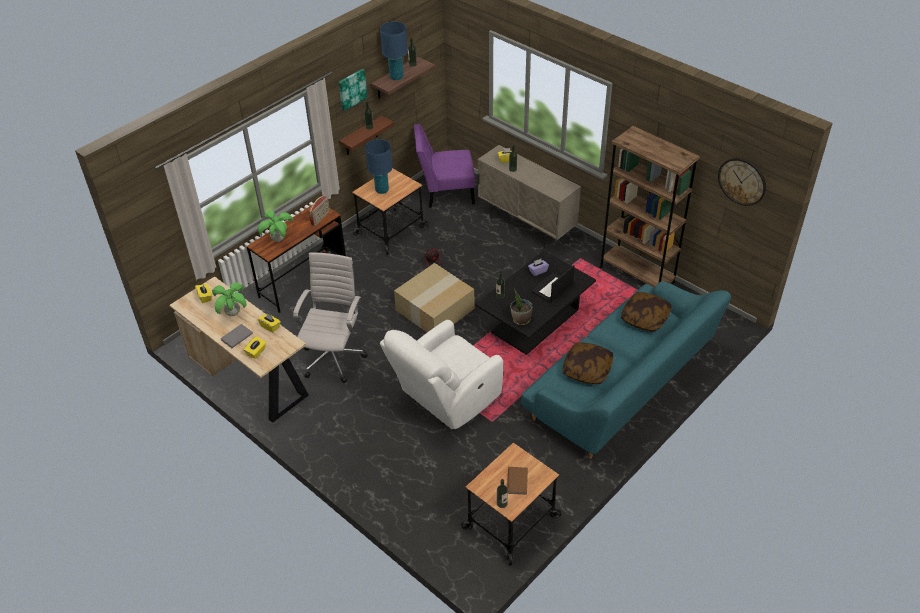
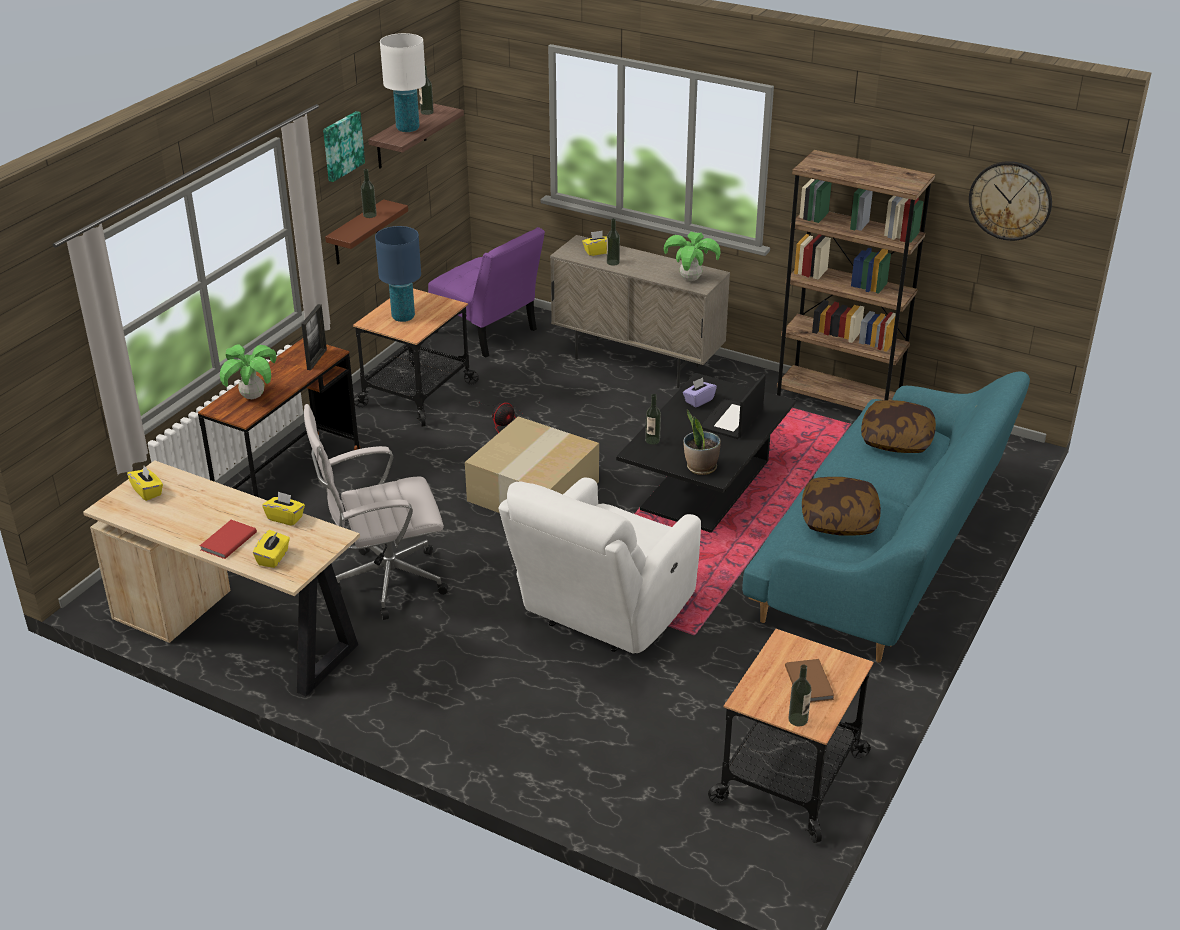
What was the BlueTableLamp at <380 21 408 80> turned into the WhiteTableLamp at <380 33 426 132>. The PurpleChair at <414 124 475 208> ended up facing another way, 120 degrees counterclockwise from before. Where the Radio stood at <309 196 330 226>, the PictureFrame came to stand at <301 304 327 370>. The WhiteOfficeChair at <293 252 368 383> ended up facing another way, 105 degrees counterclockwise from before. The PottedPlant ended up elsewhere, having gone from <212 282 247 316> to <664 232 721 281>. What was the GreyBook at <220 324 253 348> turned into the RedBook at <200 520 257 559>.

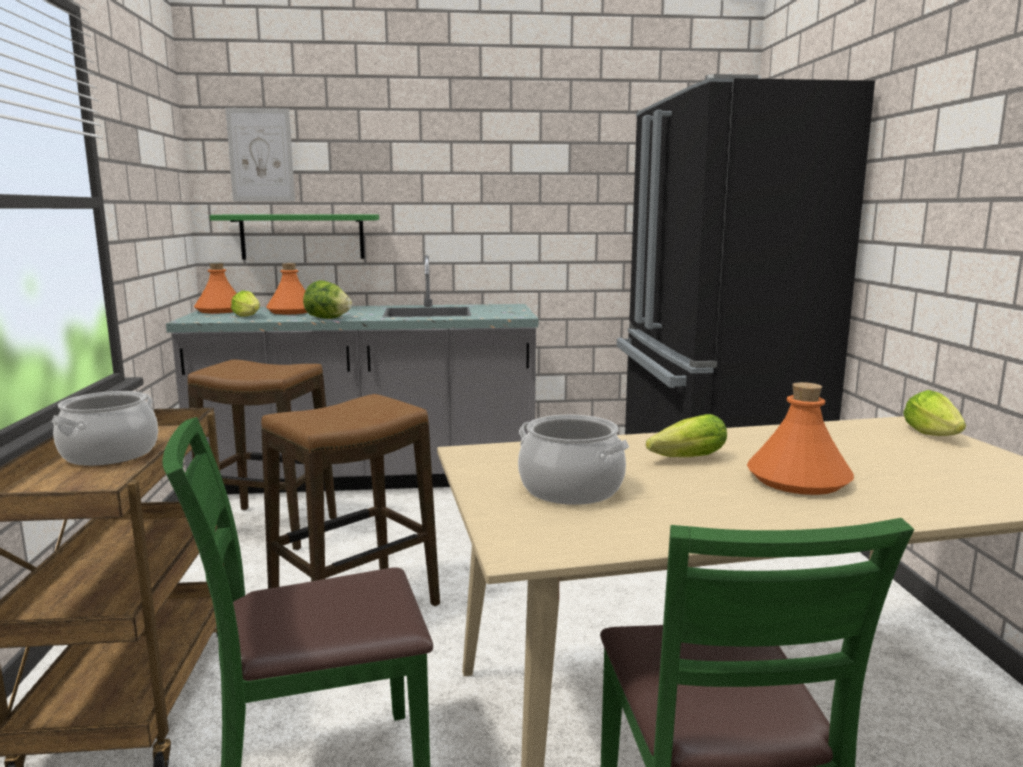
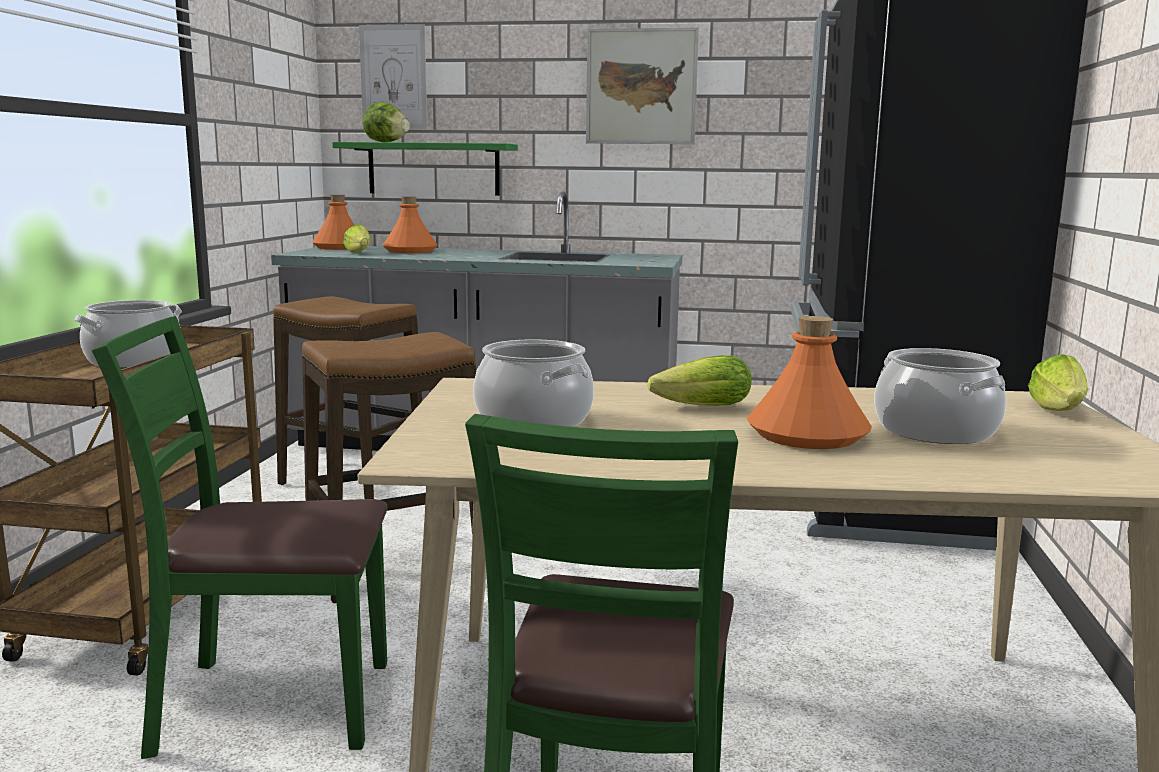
The Lettuce ended up elsewhere, having gone from <303 280 352 319> to <363 102 410 142>. The second view gained the Picture at <586 28 699 144>. The second view gained the CookingPot at <874 348 1006 444>.

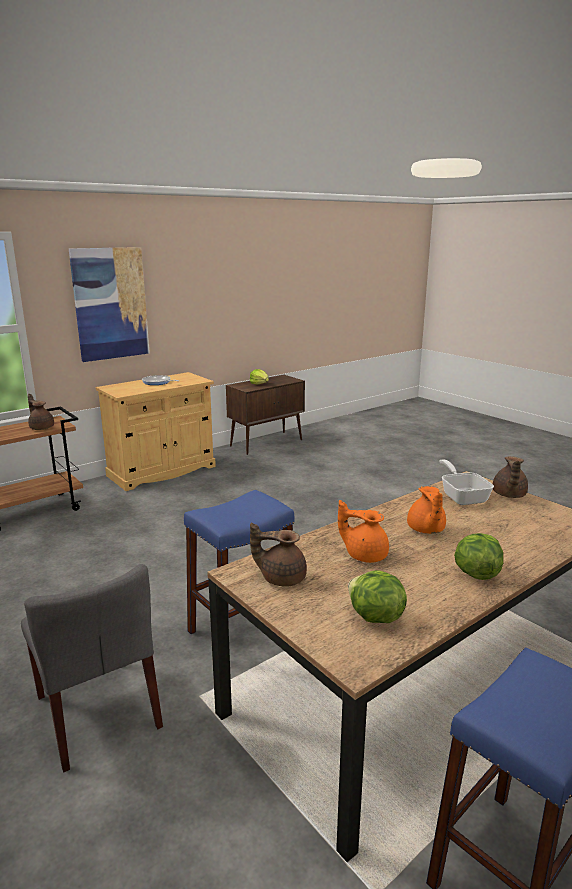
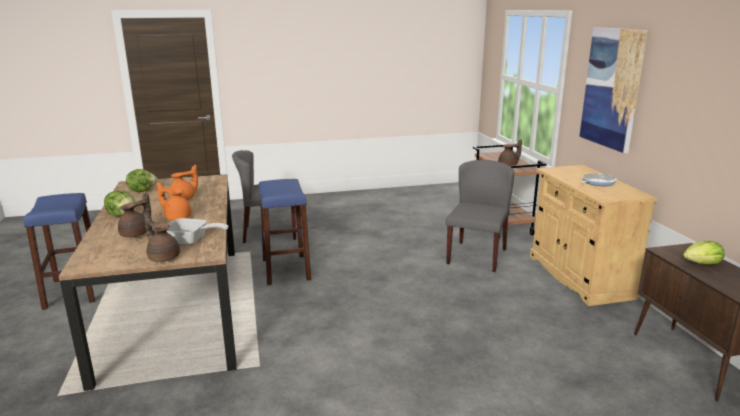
The BrownTeapot ended up elsewhere, having gone from <250 523 307 587> to <118 192 151 237>. The second view gained the GreyChair at <445 160 514 272>.

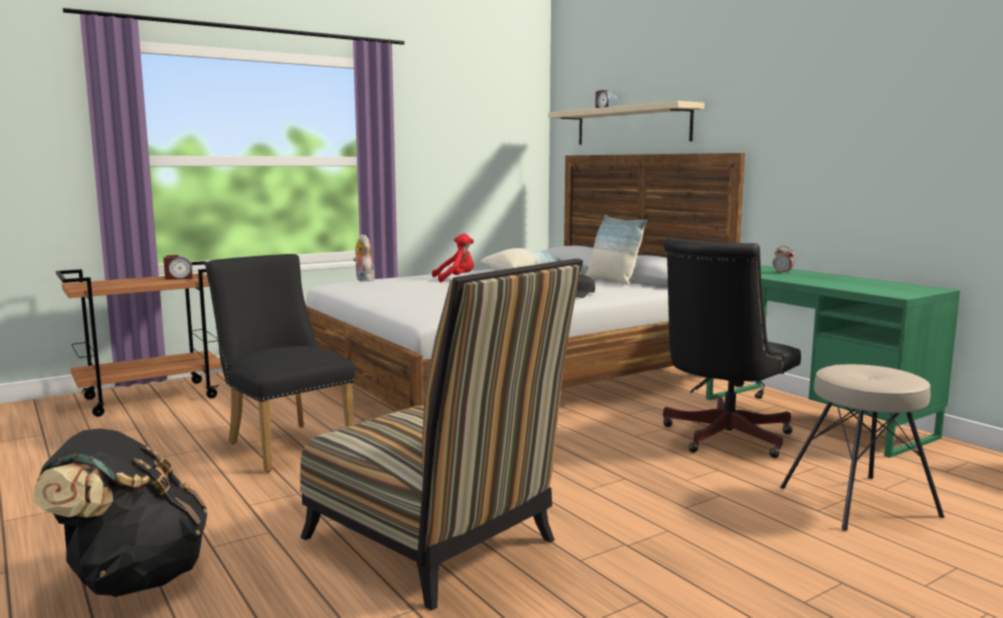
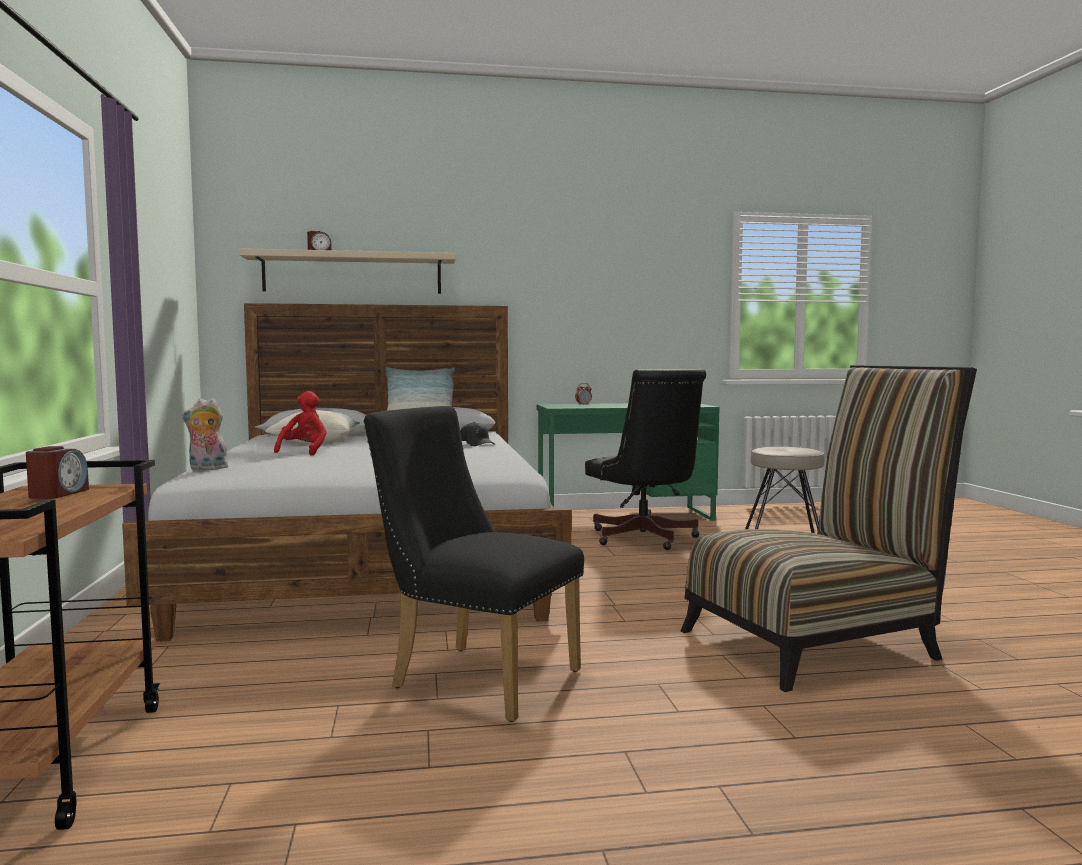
The BlackChair at <205 254 355 472> ended up facing another way, 45 degrees clockwise from before. The second view lost the BlackBackpack at <33 428 208 597>.

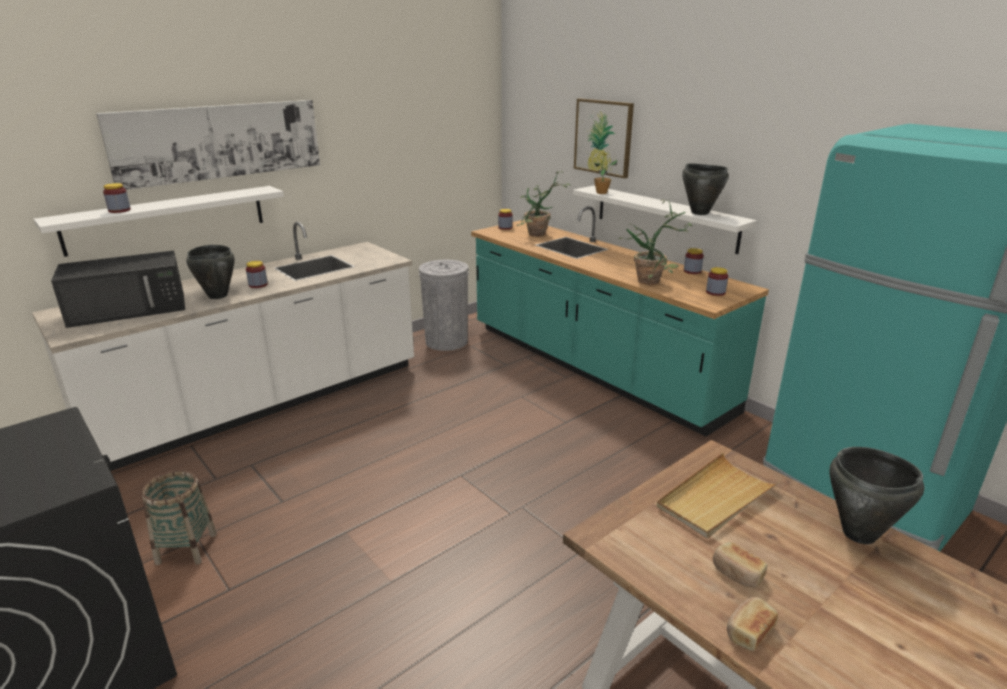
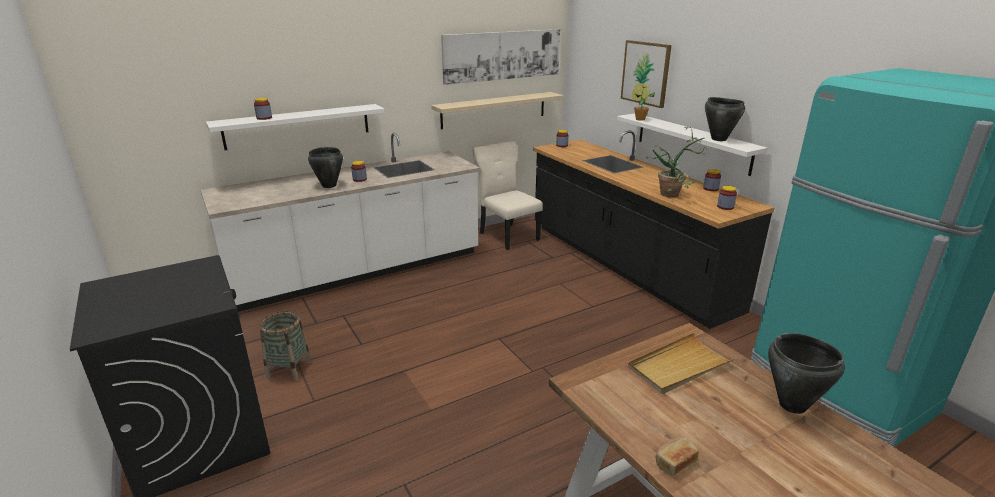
The Picture ended up elsewhere, having gone from <96 100 320 190> to <441 29 560 85>. The second view lost the PottedPlant at <517 171 570 237>. What was the TurquoiseCounter at <471 206 769 437> turned into the BlackCounter at <533 130 775 329>. The second view lost the BlackMicrowave at <51 251 185 328>. Where the GreyTrashCan stood at <419 260 469 351>, the BeigeChair came to stand at <472 141 543 250>. The second view lost the Bread at <713 542 767 588>. The second view gained the BeigeShelf at <431 92 564 129>.

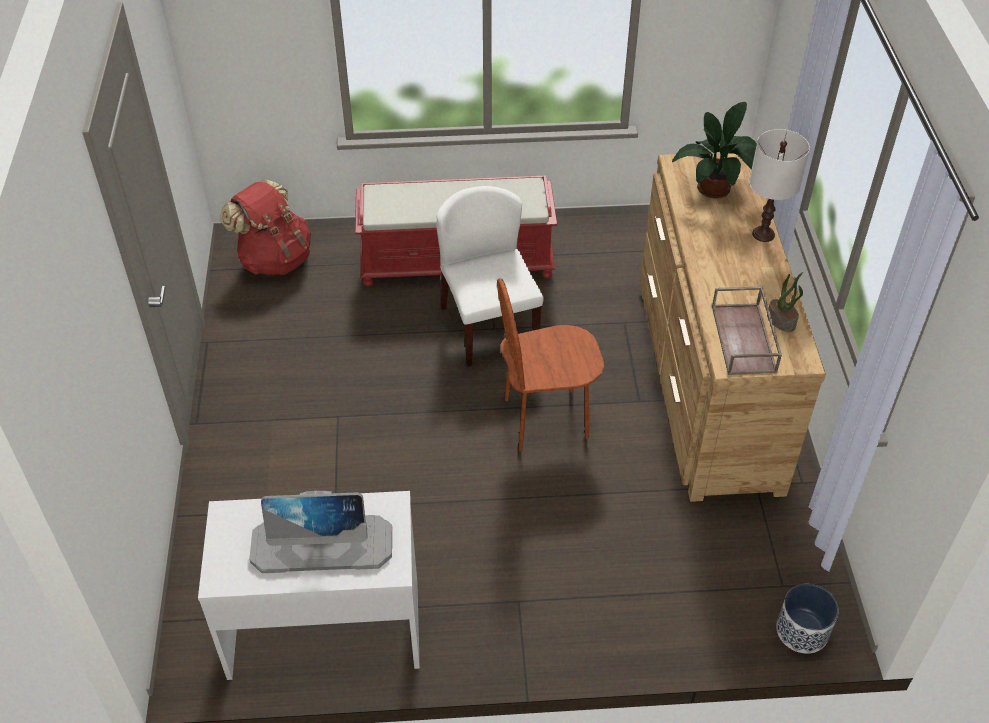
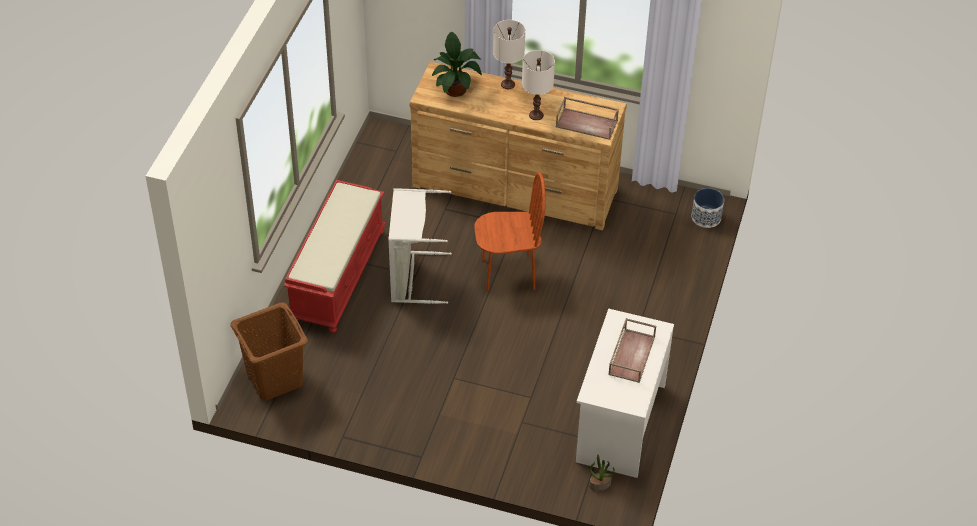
Where the RedBackpack stood at <220 179 311 276>, the BrownLaundryBasket came to stand at <230 302 308 400>. Where the WhiteChair stood at <437 186 544 367>, the GreyLaundryBasket came to stand at <388 188 452 304>. The PottedPlant ended up elsewhere, having gone from <767 272 803 332> to <589 454 615 491>. The BrownChair at <497 278 604 452> ended up facing another way, 105 degrees counterclockwise from before. Where the Monitor stood at <249 491 392 573>, the BrownTray came to stand at <608 318 656 383>. The second view gained the WhiteTableLamp at <522 50 555 120>.

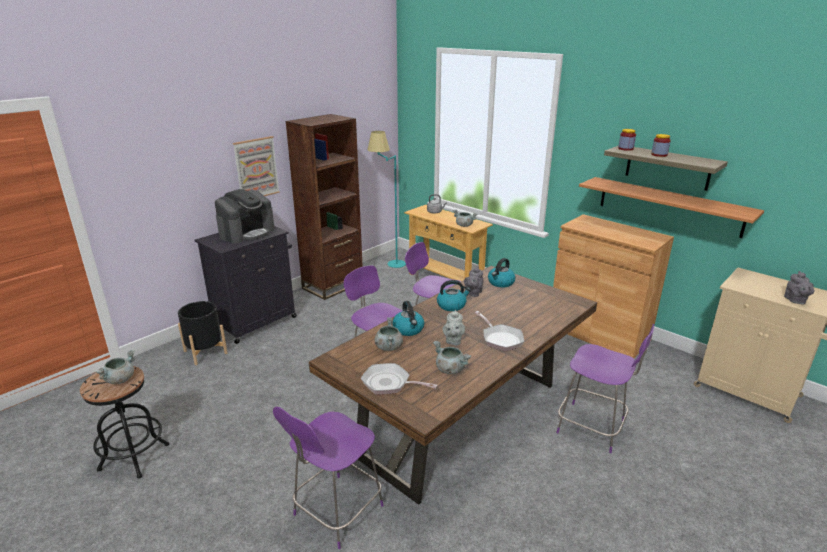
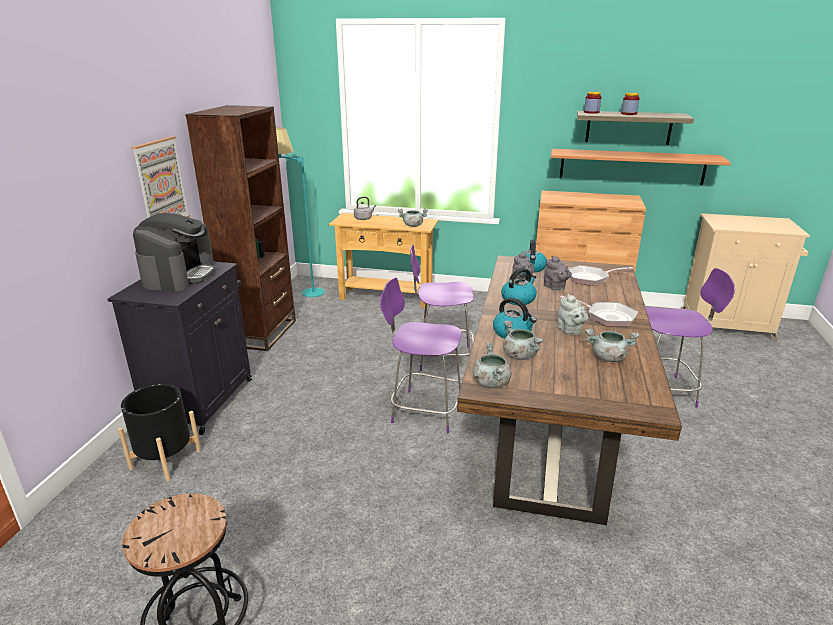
The GreyTeapot ended up elsewhere, having gone from <784 271 814 305> to <544 256 572 290>. The GreyCookingPot ended up elsewhere, having gone from <96 350 135 384> to <473 343 512 388>. The FryingPan ended up elsewhere, having gone from <361 363 438 395> to <569 265 633 286>. The second view lost the PurpleChair at <273 407 384 549>.

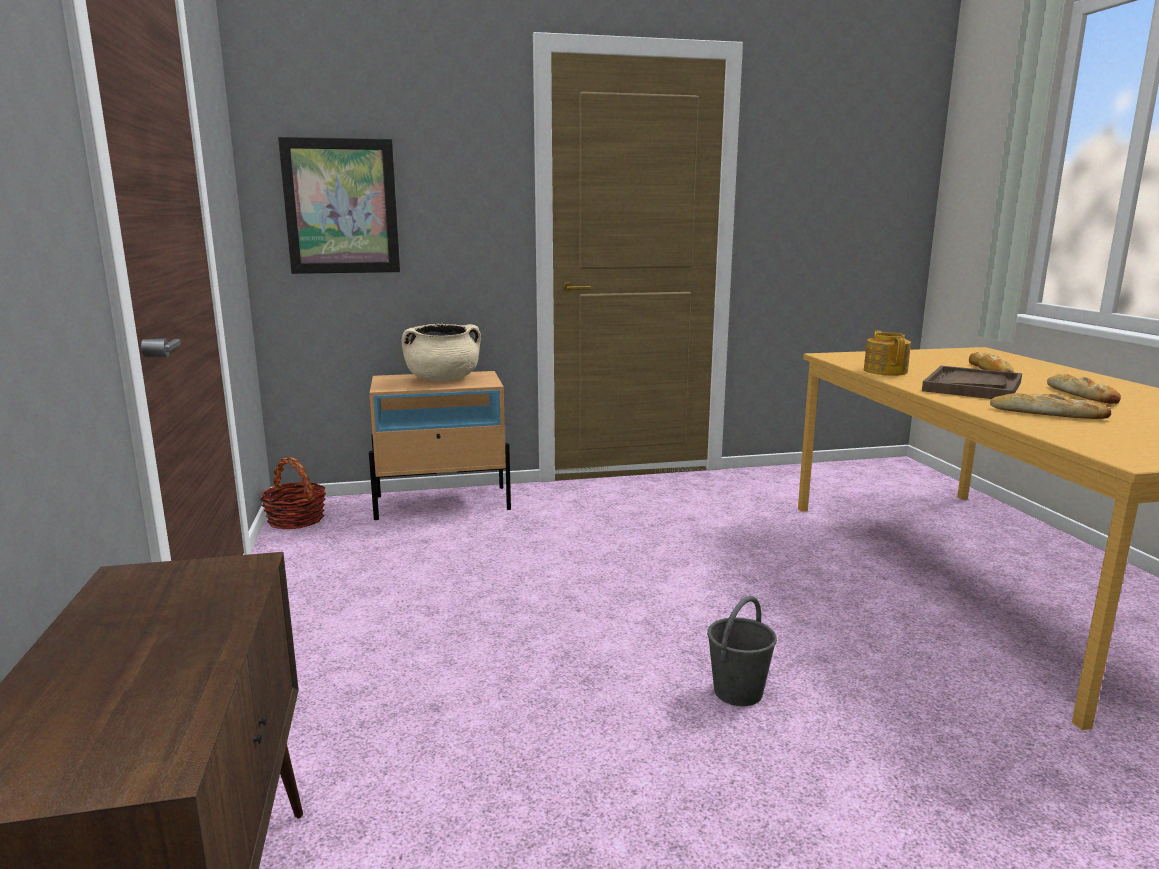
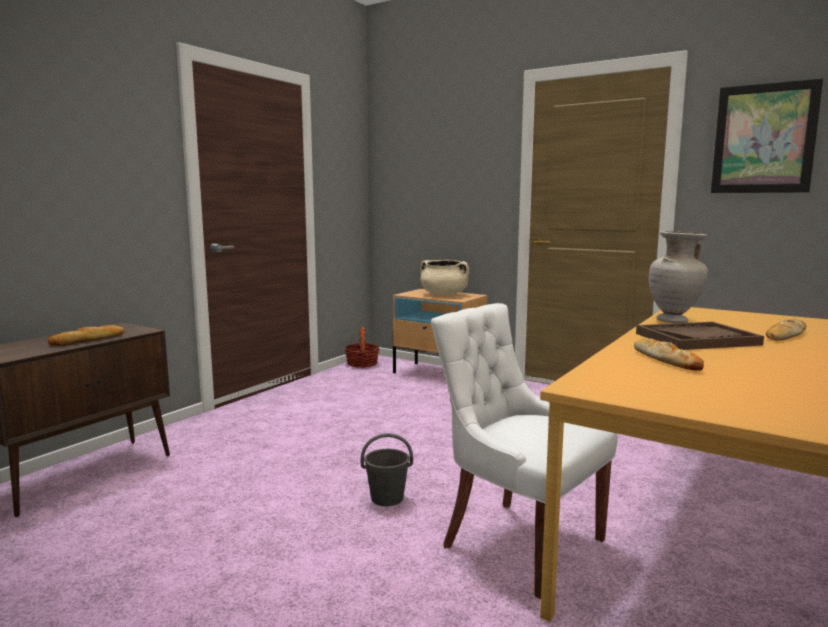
The Picture ended up elsewhere, having gone from <278 137 400 274> to <711 78 823 193>. Where the Teapot stood at <864 331 911 376>, the BeigeVase came to stand at <649 231 708 323>. The Bread ended up elsewhere, having gone from <1047 374 1121 404> to <48 325 125 346>. The second view gained the WhiteChair at <431 303 618 599>.

